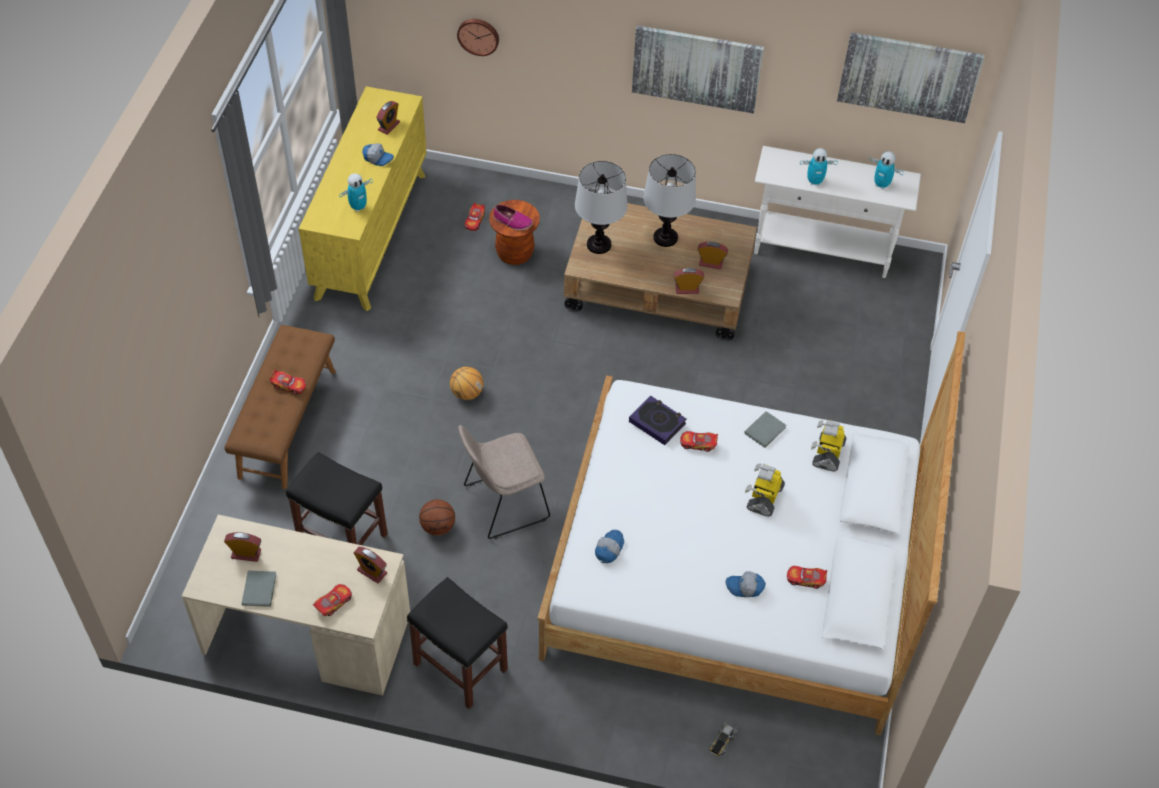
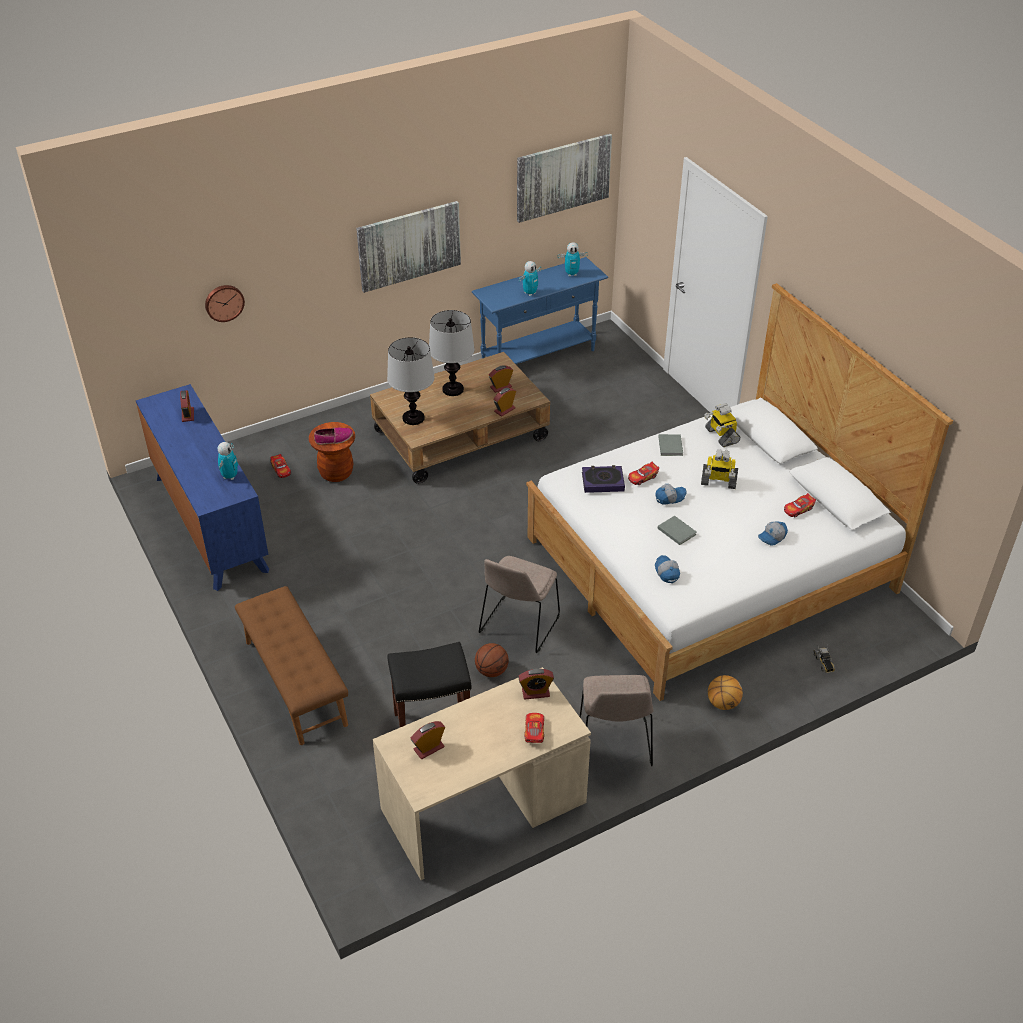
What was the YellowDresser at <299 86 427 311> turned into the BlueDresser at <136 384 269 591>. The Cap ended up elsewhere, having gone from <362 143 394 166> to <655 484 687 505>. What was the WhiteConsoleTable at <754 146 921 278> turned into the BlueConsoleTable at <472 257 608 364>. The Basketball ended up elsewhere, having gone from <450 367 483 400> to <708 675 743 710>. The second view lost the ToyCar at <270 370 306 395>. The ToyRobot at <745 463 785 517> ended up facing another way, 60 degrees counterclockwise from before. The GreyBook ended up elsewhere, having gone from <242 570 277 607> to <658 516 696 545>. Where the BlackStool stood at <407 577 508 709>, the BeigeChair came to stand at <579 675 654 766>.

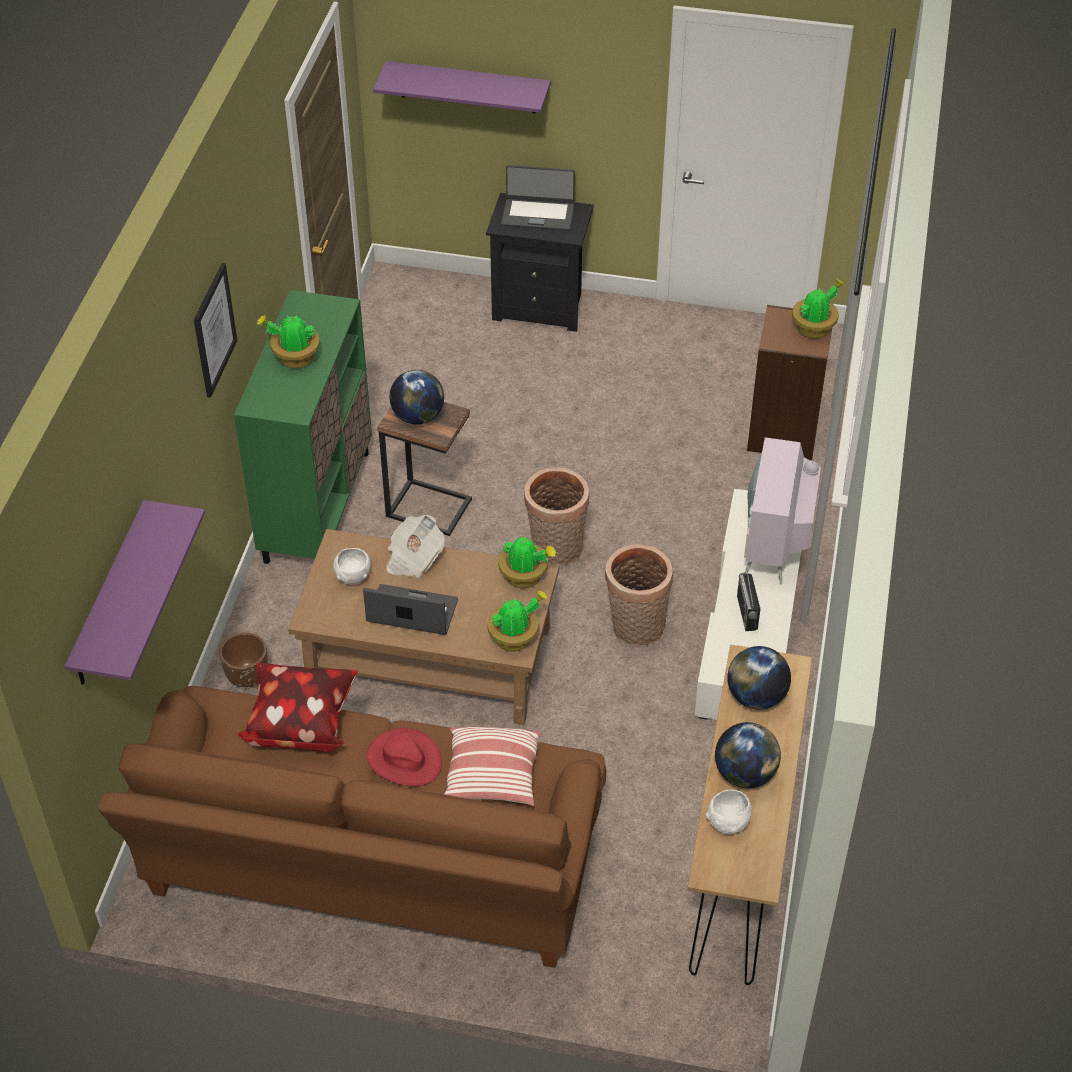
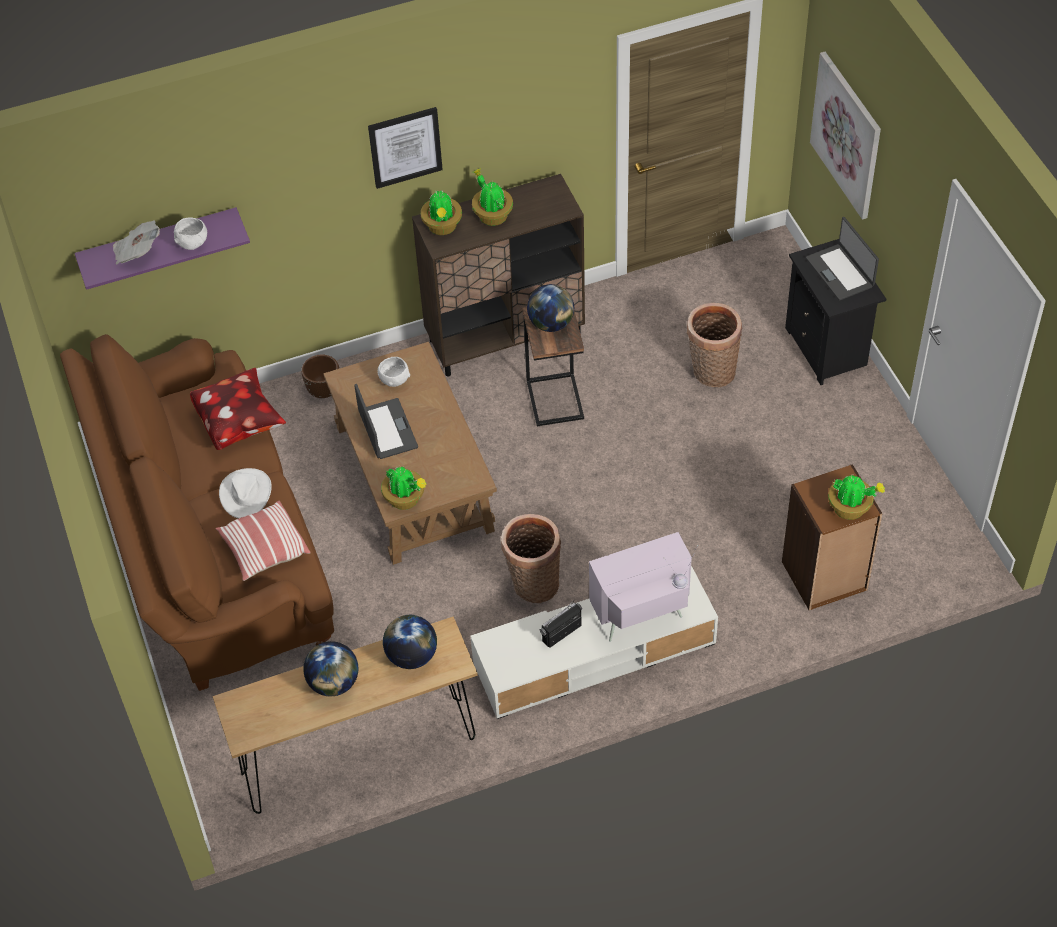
Where the PurpleShelf hung at <373 61 551 113>, the Picture came to hang at <810 52 881 220>. What was the GreenCabinet at <234 290 372 564> turned into the BrownCabinet at <412 174 585 376>. The Basket ended up elsewhere, having gone from <524 467 589 566> to <687 303 742 387>. The Newspaper ended up elsewhere, having gone from <386 515 445 578> to <113 220 160 264>. The PottedPlant ended up elsewhere, having gone from <498 536 556 589> to <421 189 462 235>. What was the RedHat at <366 728 442 786> turned into the WhiteHat at <219 468 272 519>. The WhiteBowl ended up elsewhere, having gone from <706 790 752 835> to <174 217 207 250>.

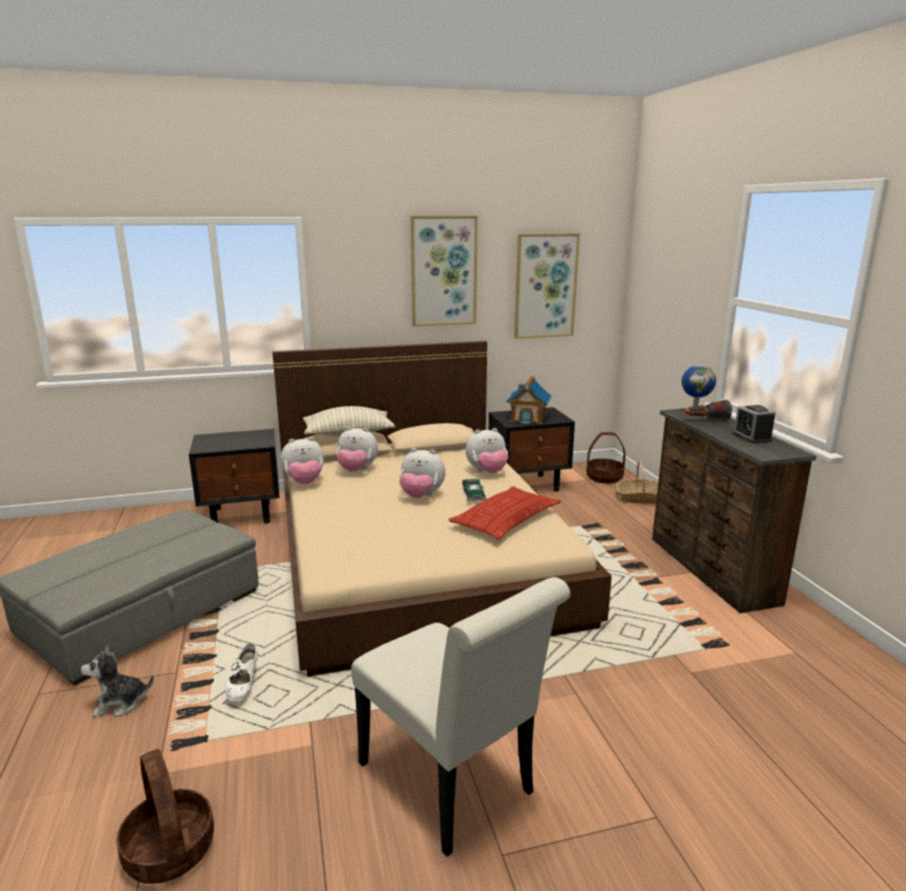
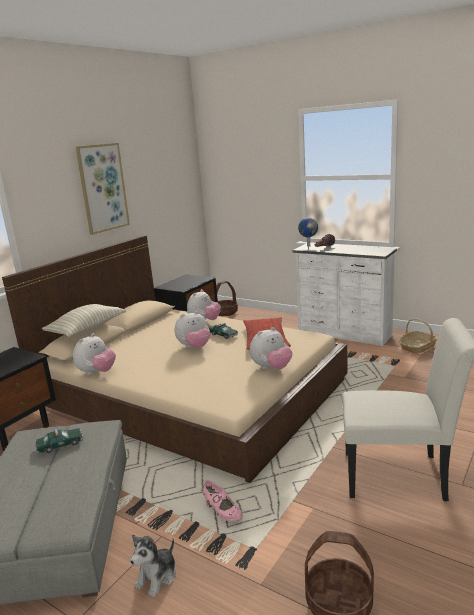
The second view lost the Picture at <514 233 580 339>. The second view lost the ToyHouse at <506 377 552 424>. The second view lost the AlarmClock at <733 405 776 443>. What was the BrownDresser at <652 408 816 613> turned into the WhiteDresser at <292 243 397 346>. The PlushToy ended up elsewhere, having gone from <336 427 378 472> to <250 327 292 369>. The Basket ended up elsewhere, having gone from <616 461 658 503> to <399 318 438 354>. What was the WhiteShoe at <225 642 258 703> turned into the PinkShoe at <203 480 243 521>. The second view gained the ToyCar at <35 428 83 454>.

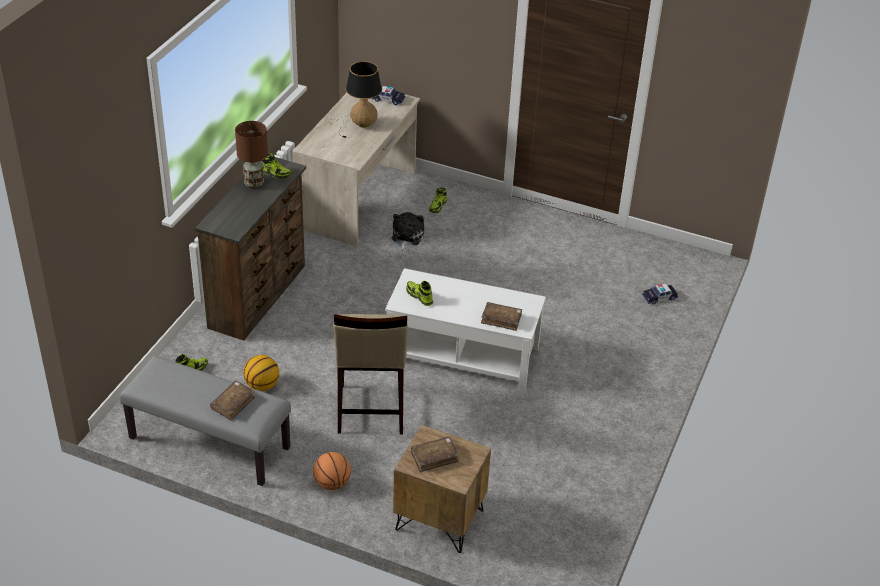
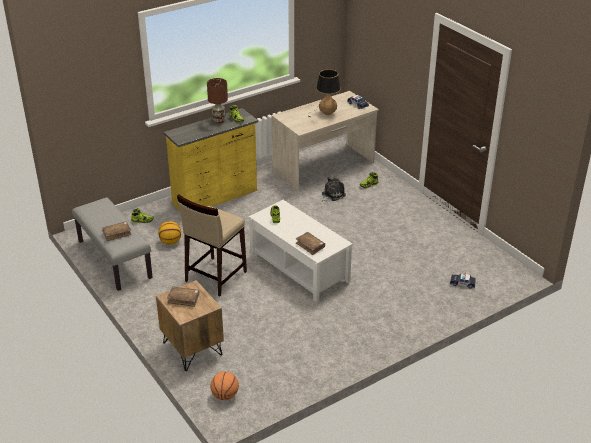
What was the BrownDresser at <195 157 306 341> turned into the YellowDresser at <164 108 258 211>. The Basketball ended up elsewhere, having gone from <313 452 351 490> to <210 372 239 400>.

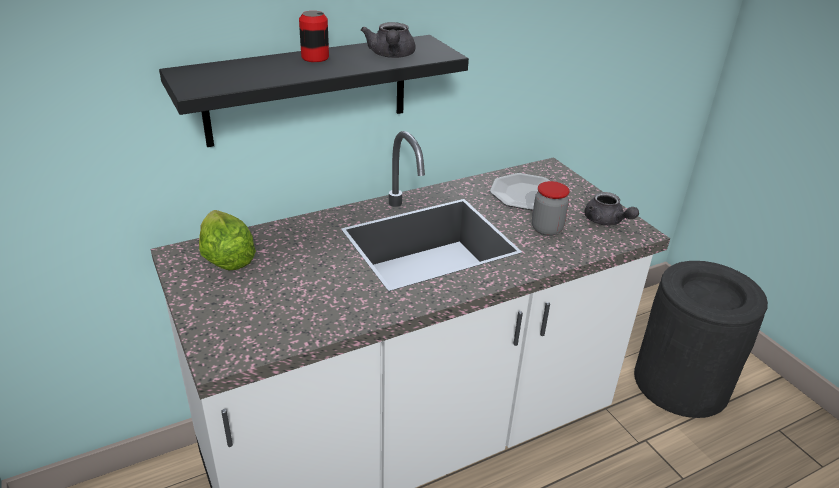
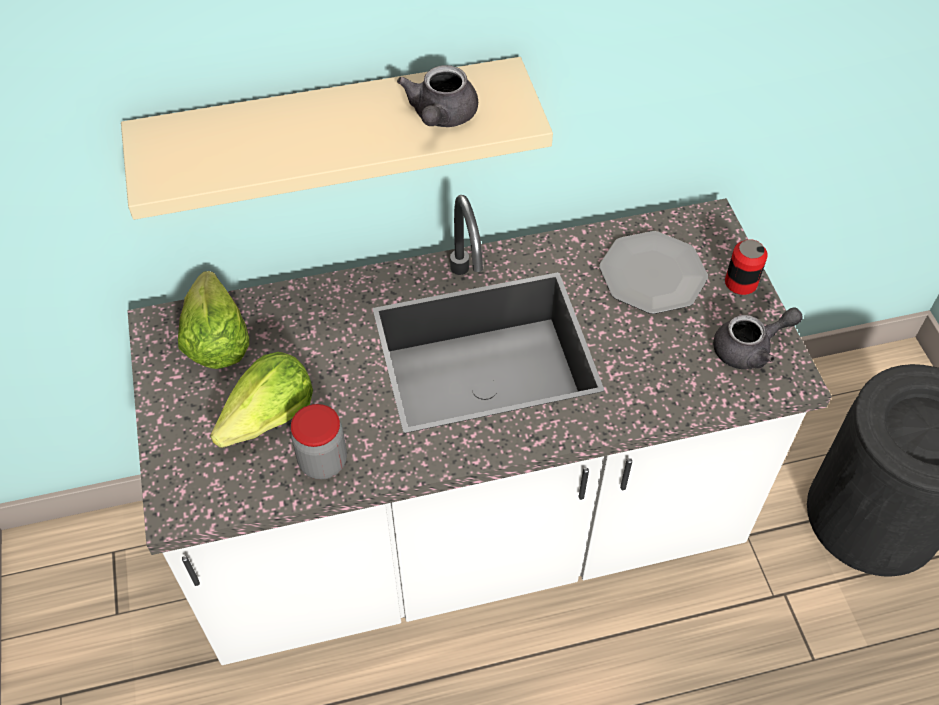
The Can ended up elsewhere, having gone from <299 11 329 62> to <725 239 768 295>. What was the BlackShelf at <159 35 469 147> turned into the BeigeShelf at <121 57 553 220>. The Jar ended up elsewhere, having gone from <532 181 570 236> to <291 404 347 480>. The GreyTeapot at <584 192 639 226> ended up facing another way, 90 degrees counterclockwise from before. The second view gained the Lettuce at <210 352 313 448>.

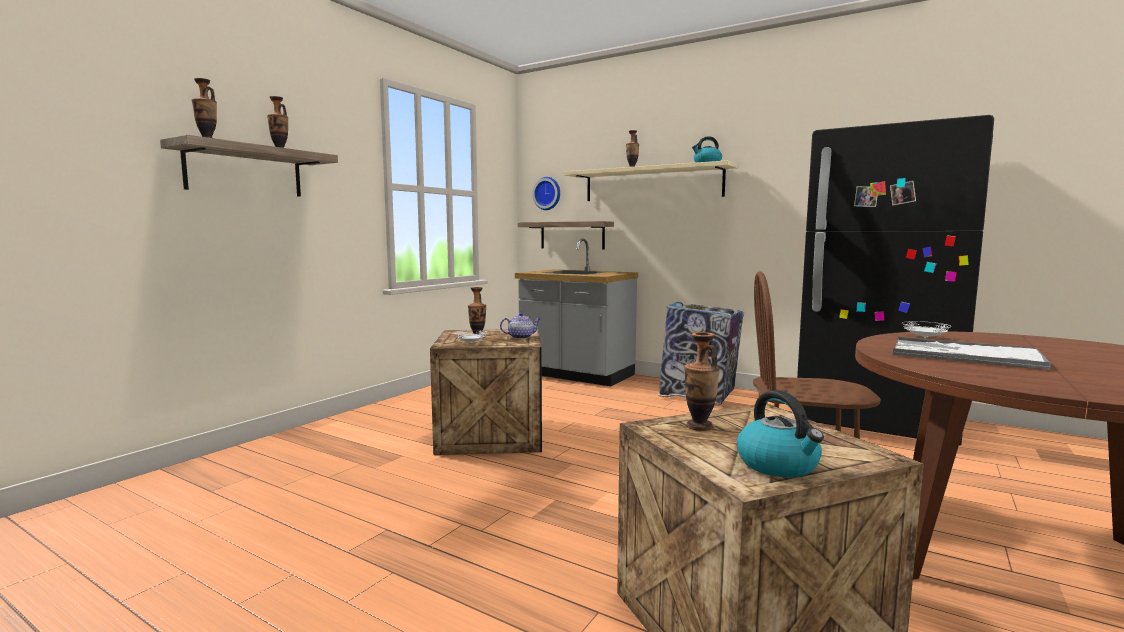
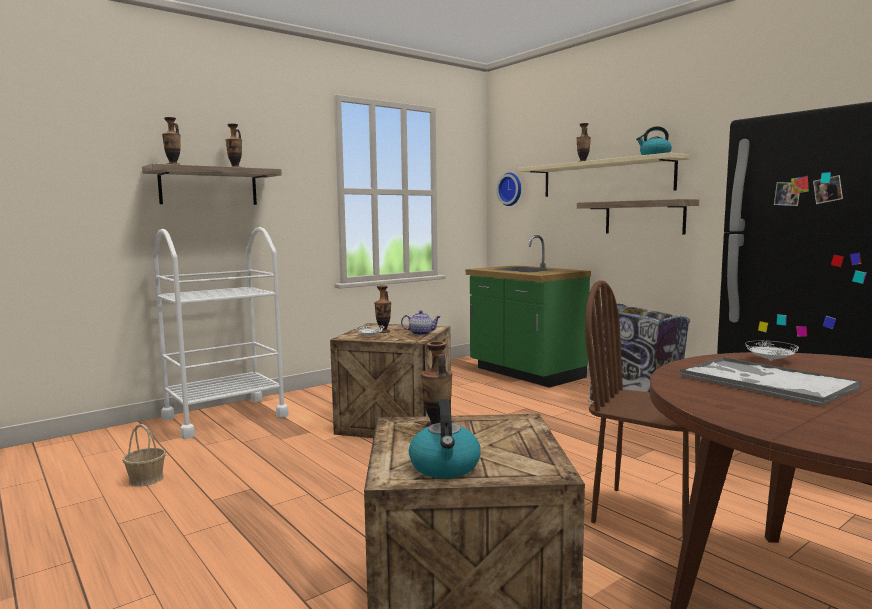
The Shelf ended up elsewhere, having gone from <518 221 614 250> to <577 199 699 234>. What was the GreyCounter at <515 239 638 386> turned into the GreenCounter at <466 235 591 388>. The second view gained the WhiteCart at <153 227 289 439>. The second view gained the Basket at <122 424 166 487>.

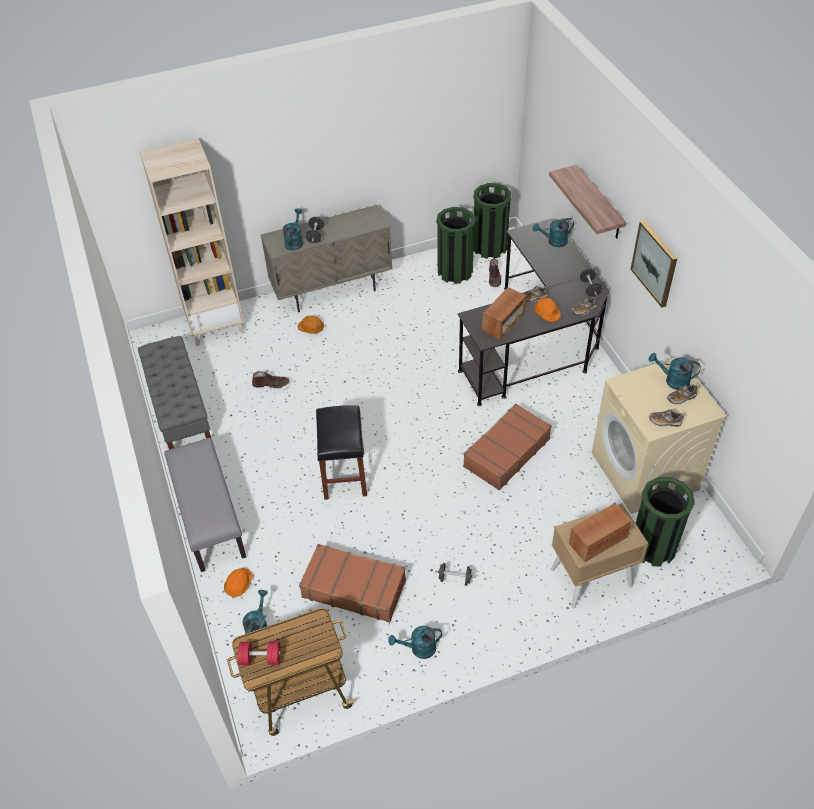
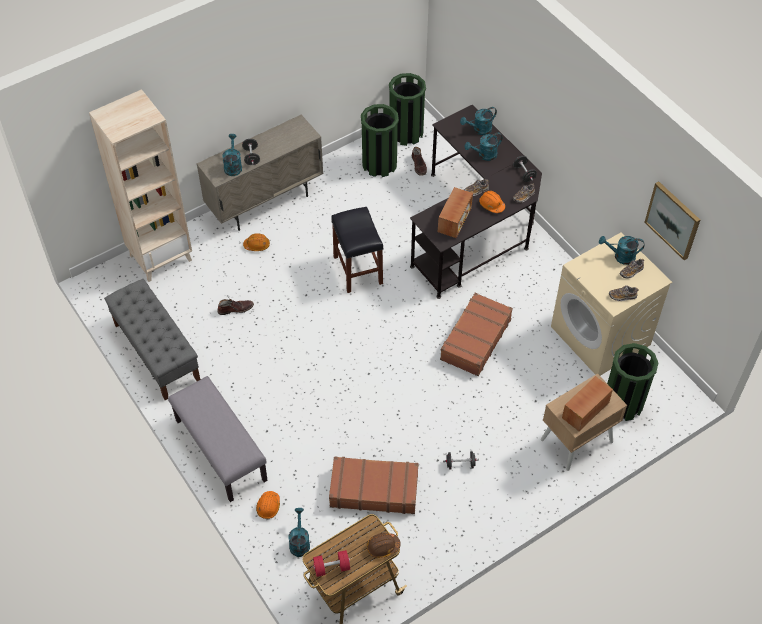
The second view lost the Shelf at <549 165 626 239>. The Picture ended up elsewhere, having gone from <630 220 677 308> to <644 181 700 260>. The BlackStool ended up elsewhere, having gone from <316 405 367 500> to <331 207 384 293>. The TurquoiseWateringCan ended up elsewhere, having gone from <389 625 442 659> to <464 133 503 161>. The second view gained the BrownHardHat at <367 533 401 558>.

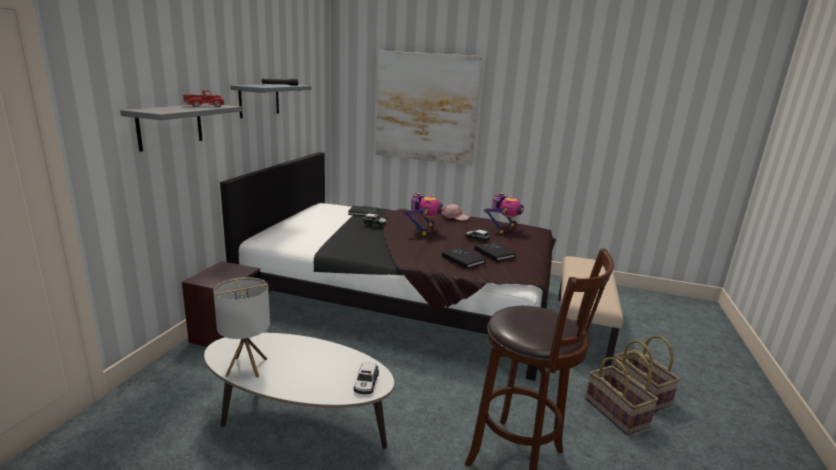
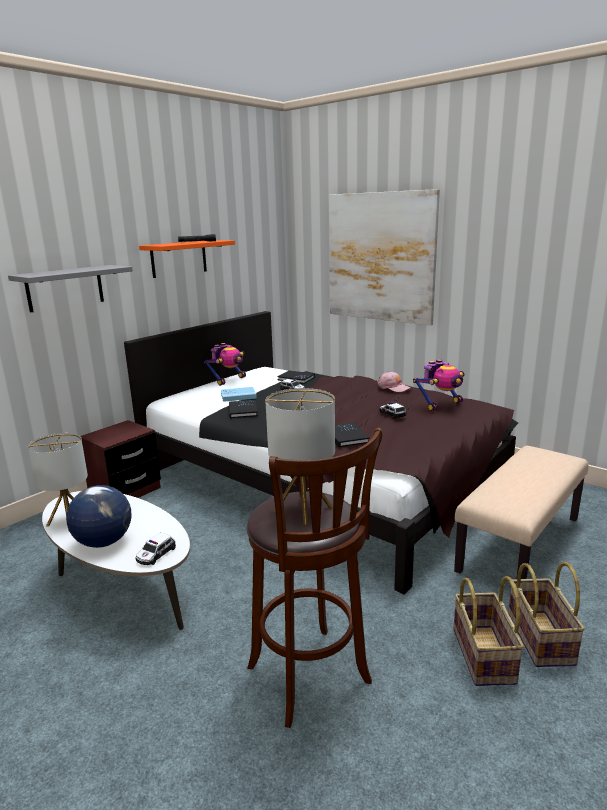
What was the GreyShelf at <230 84 312 118> turned into the OrangeShelf at <139 240 235 278>. The second view lost the ToyTruck at <183 90 225 107>. The ToyRobot ended up elsewhere, having gone from <404 193 443 236> to <204 343 246 386>. The BlackBook ended up elsewhere, having gone from <474 242 516 262> to <229 400 258 418>. The second view gained the BlueBook at <221 387 257 402>. The second view gained the TableLamp at <265 388 335 525>. The second view gained the Globe at <66 485 131 548>.

